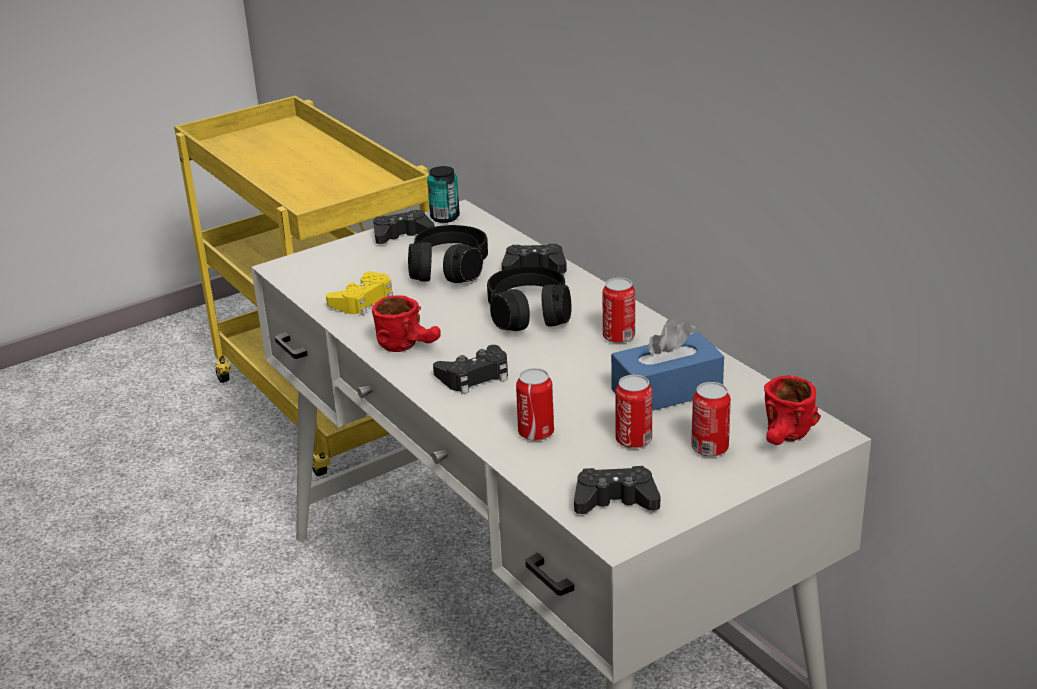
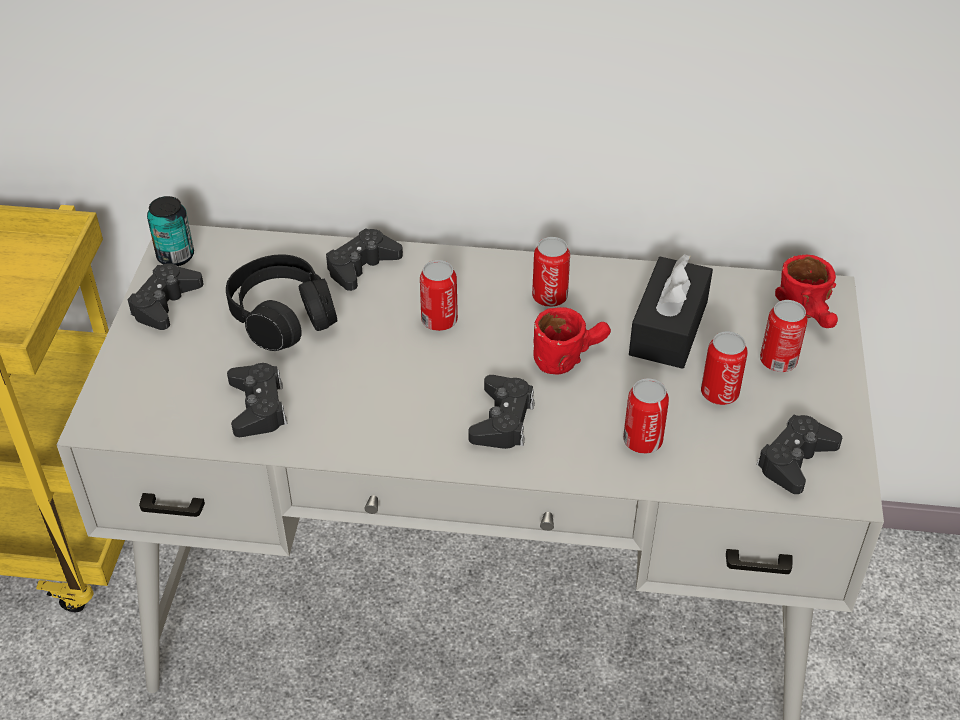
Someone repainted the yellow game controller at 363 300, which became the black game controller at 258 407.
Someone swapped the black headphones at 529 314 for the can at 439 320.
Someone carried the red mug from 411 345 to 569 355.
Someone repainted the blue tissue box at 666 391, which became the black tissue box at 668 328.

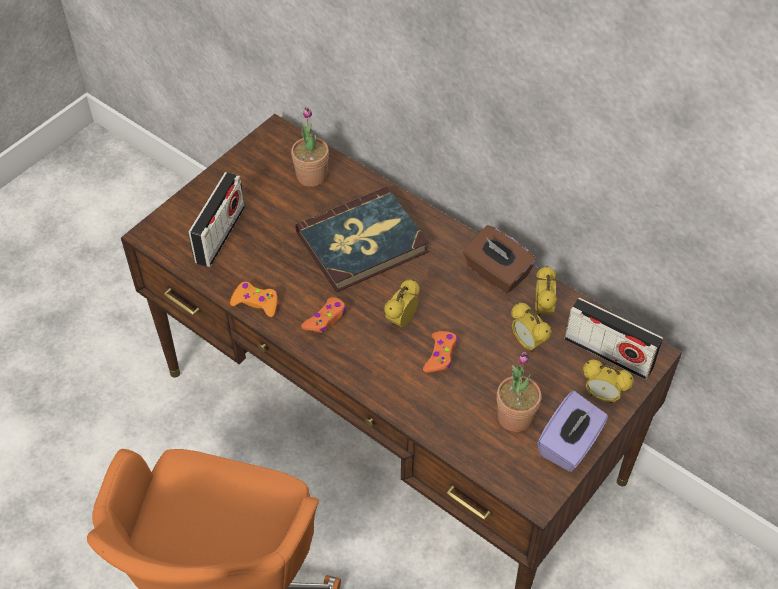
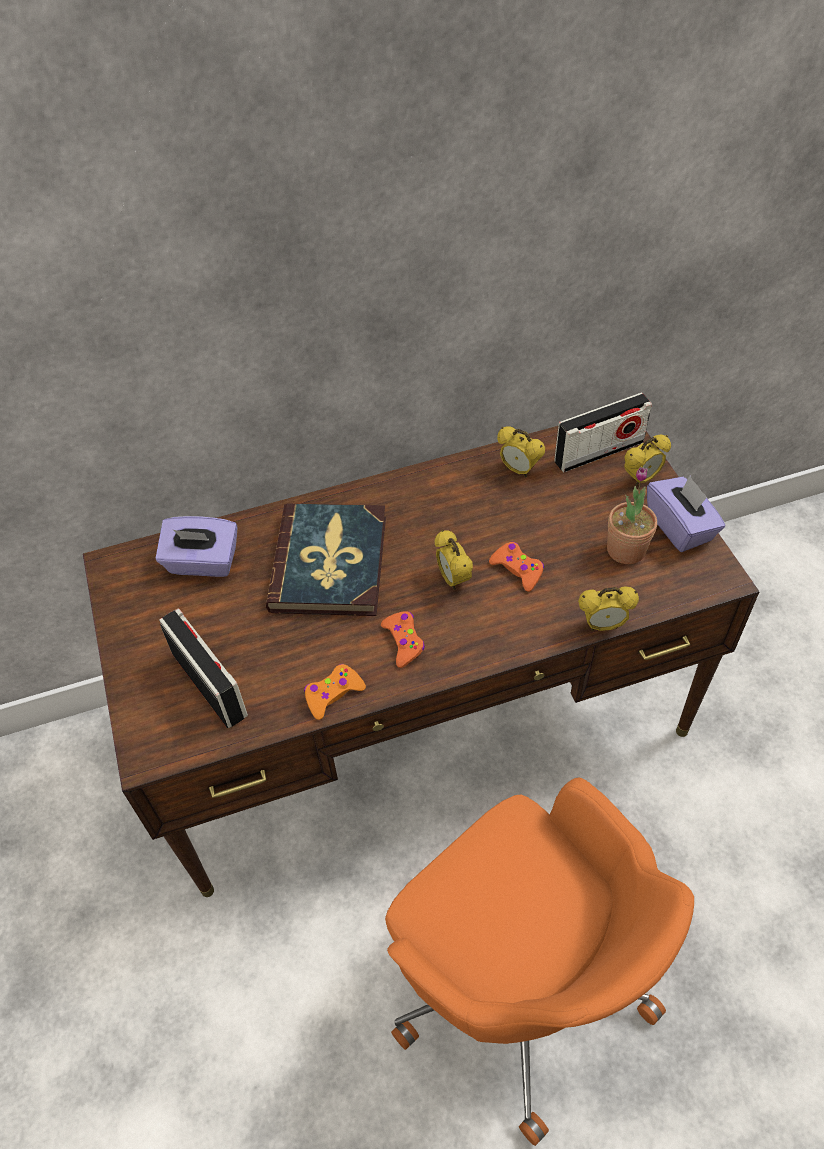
Someone swapped the potted plant at 311 176 for the purple tissue box at 203 563.
Someone carried the alarm clock from 527 343 to 603 625.
Someone took away the brown tissue box at 496 273.

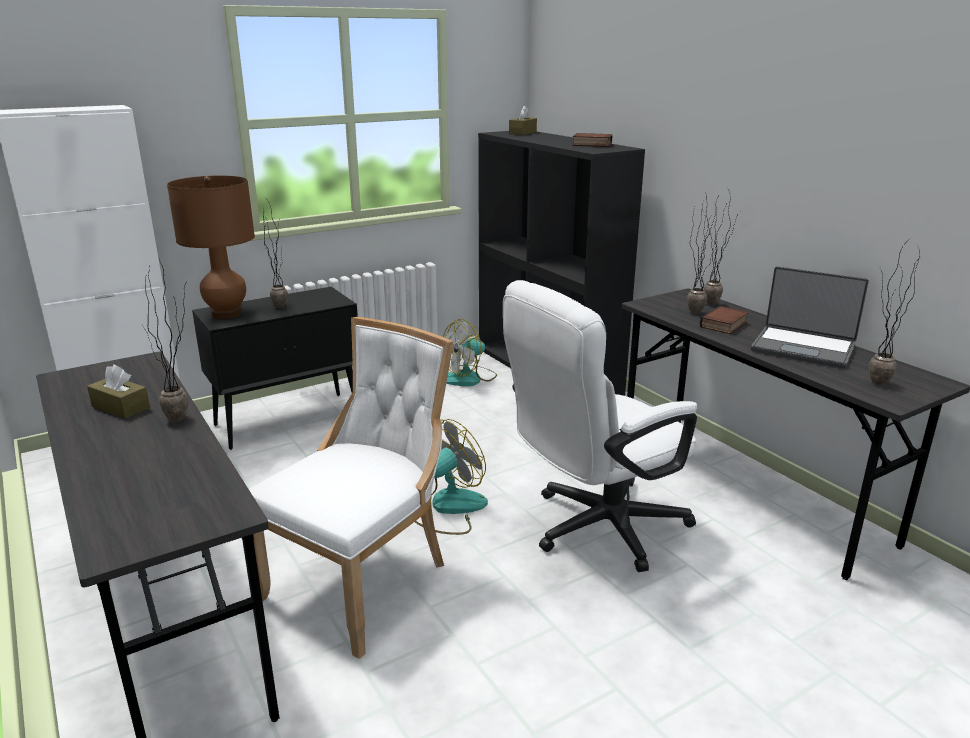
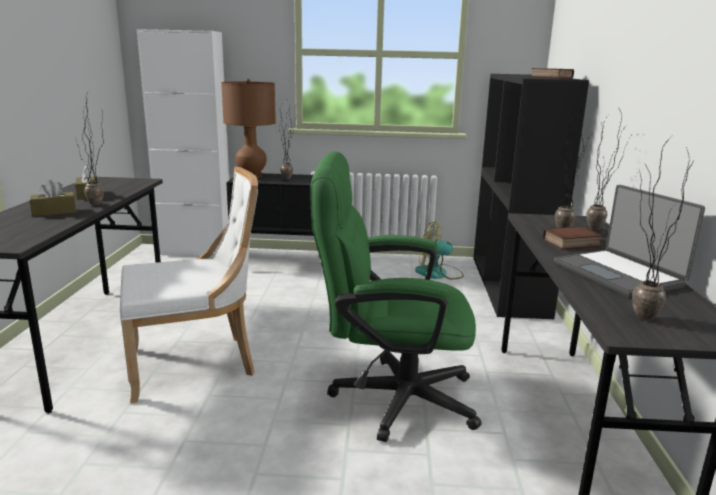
Someone carried the brown tissue box from 522 133 to 54 212.
Someone repainted the white office chair at 595 529, which became the green office chair at 389 397.
Someone took away the fan at 448 508.

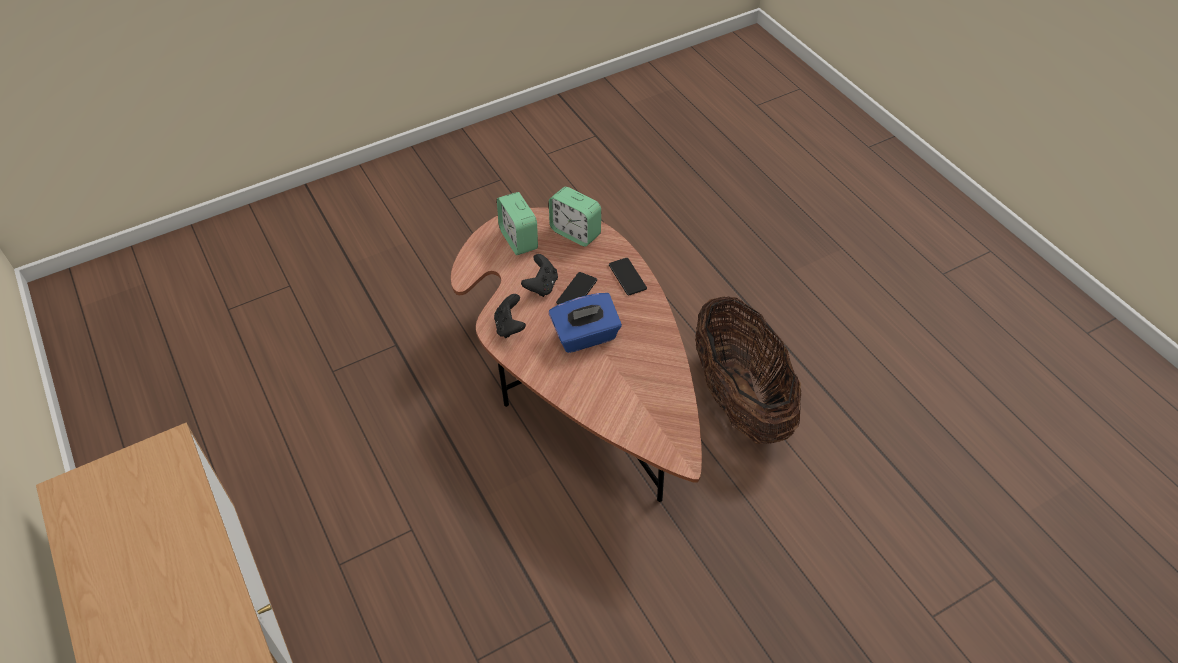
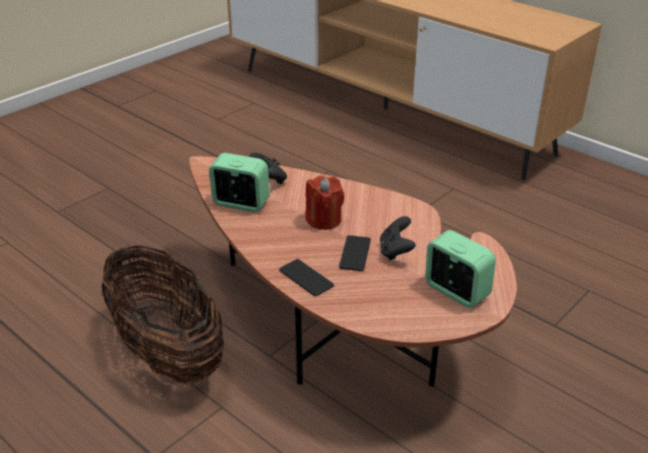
Someone carried the alarm clock from 575 233 to 241 203.
Someone carried the black game controller from 510 327 to 270 180.
Someone swapped the blue tissue box at 586 336 for the red candle at 324 220.

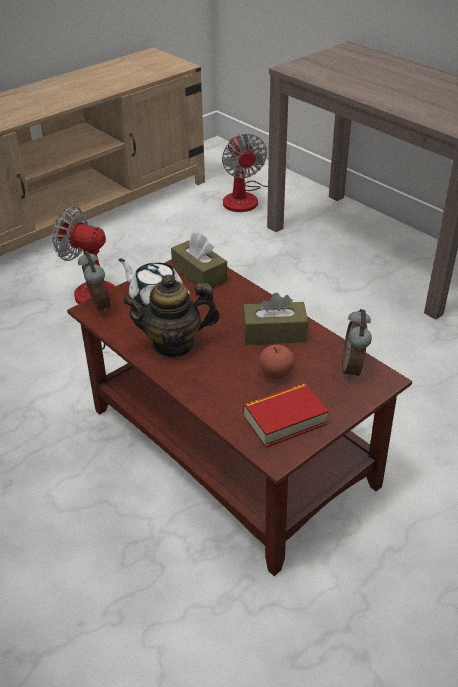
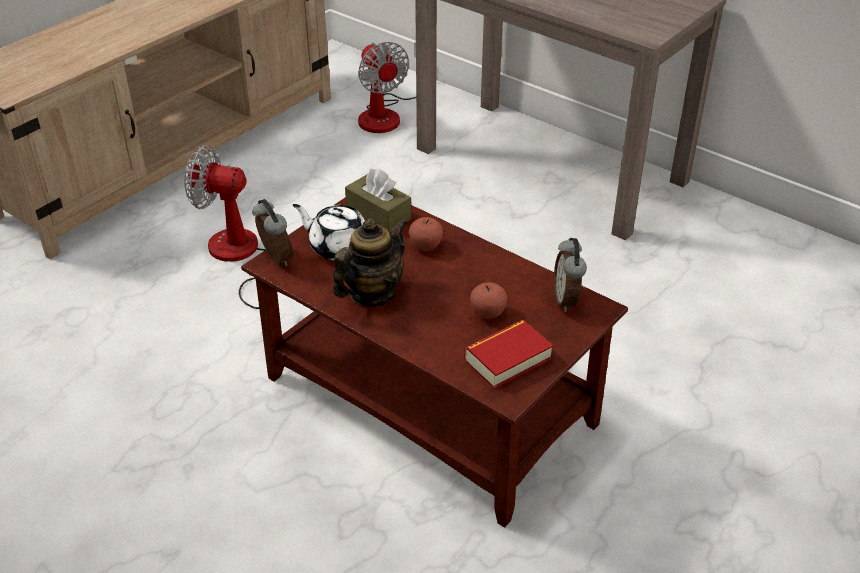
Someone rotated the teapot at 174 345 by 150 degrees clockwise.
Someone put down the apple at 425 246.
Someone took away the brown tissue box at 274 333.

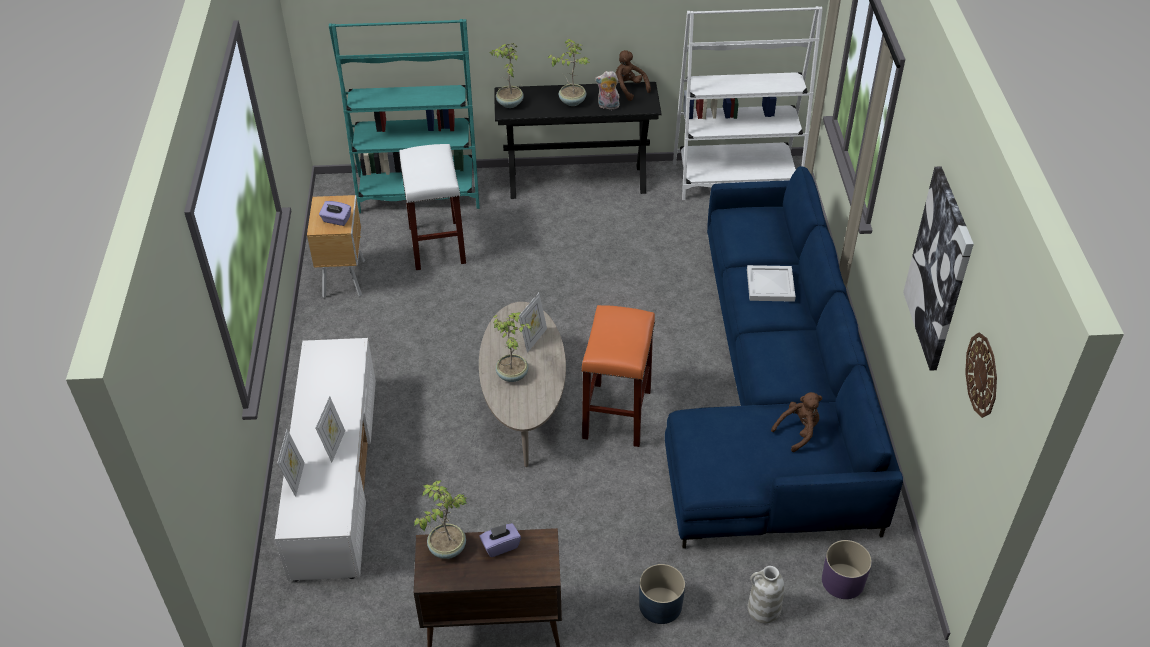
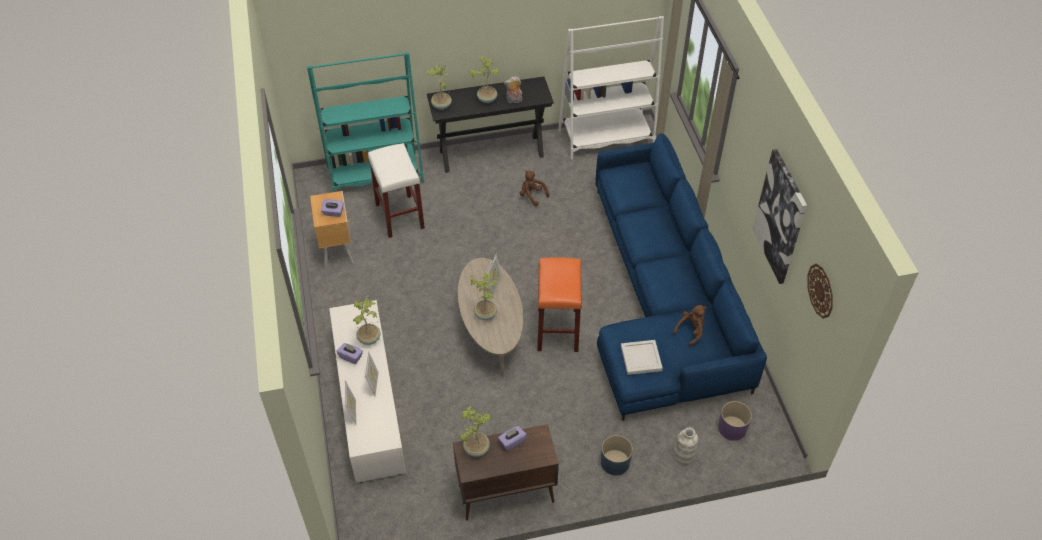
Someone put down the purple tissue box at 351 357.
Someone put down the potted plant at 370 338.
Someone carried the brown plush toy from 627 89 to 532 195.
Someone carried the white tray from 769 286 to 640 359.

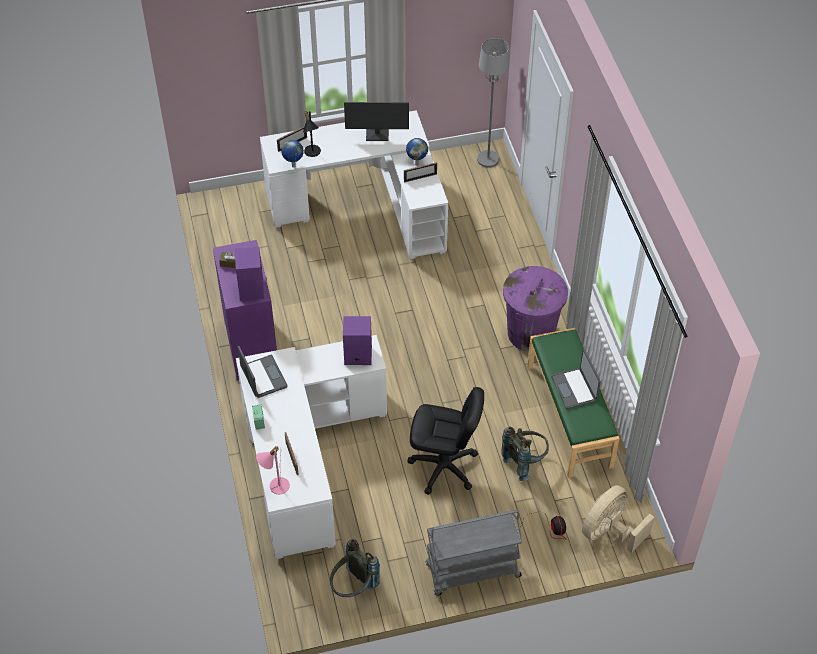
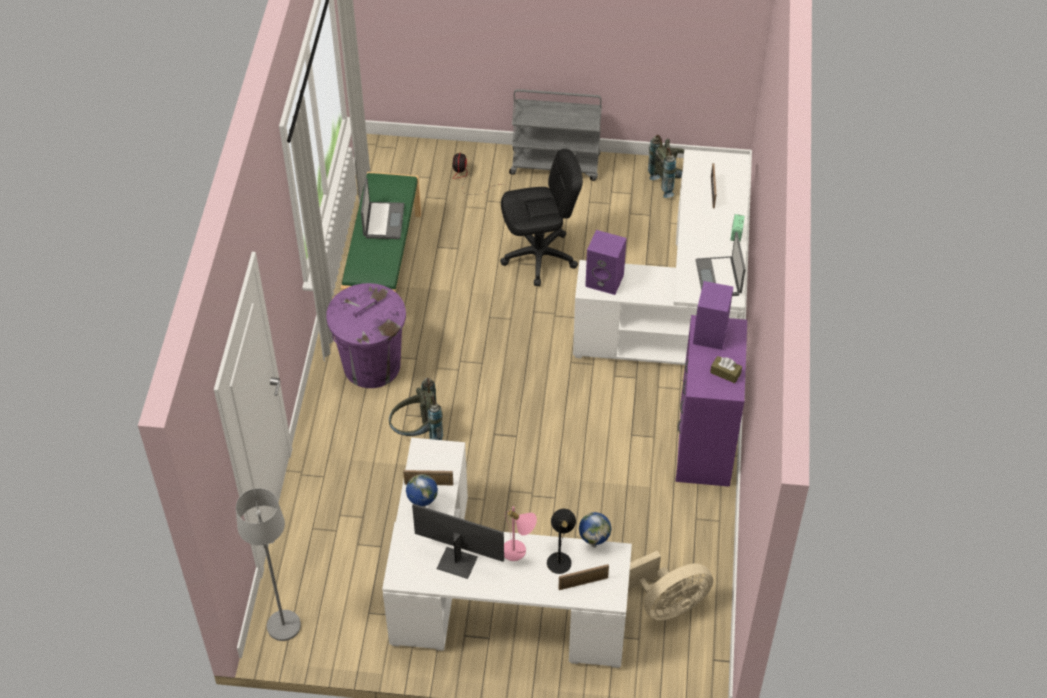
Someone carried the grey backpack from 525 461 to 417 433.
Someone rotated the black office chair at 444 467 by 135 degrees clockwise.
Someone carried the pink table lamp from 275 485 to 518 552.
Someone carried the beige fan from 609 531 to 668 604.

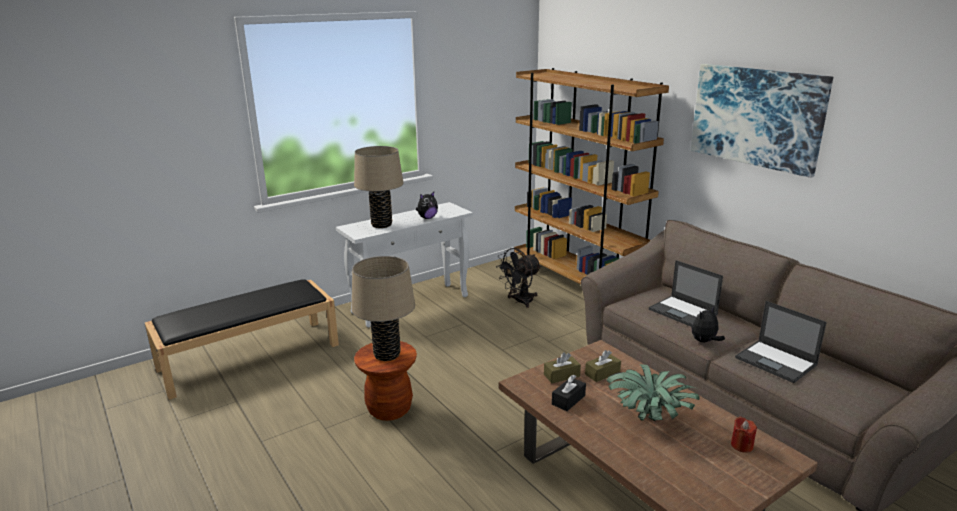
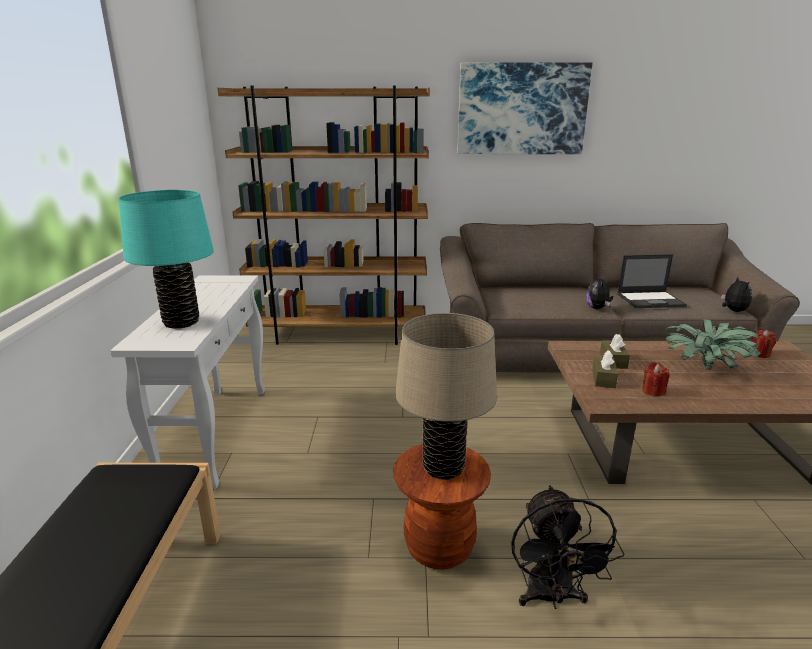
Someone repainted the beige table lamp at 381 225, which became the turquoise table lamp at 181 322.
Someone carried the black fan from 519 301 to 551 597.
Someone swapped the black tissue box at 568 400 for the red candle at 653 391.
Someone carried the plush toy from 427 218 to 733 310.
Someone took away the laptop at 683 312.

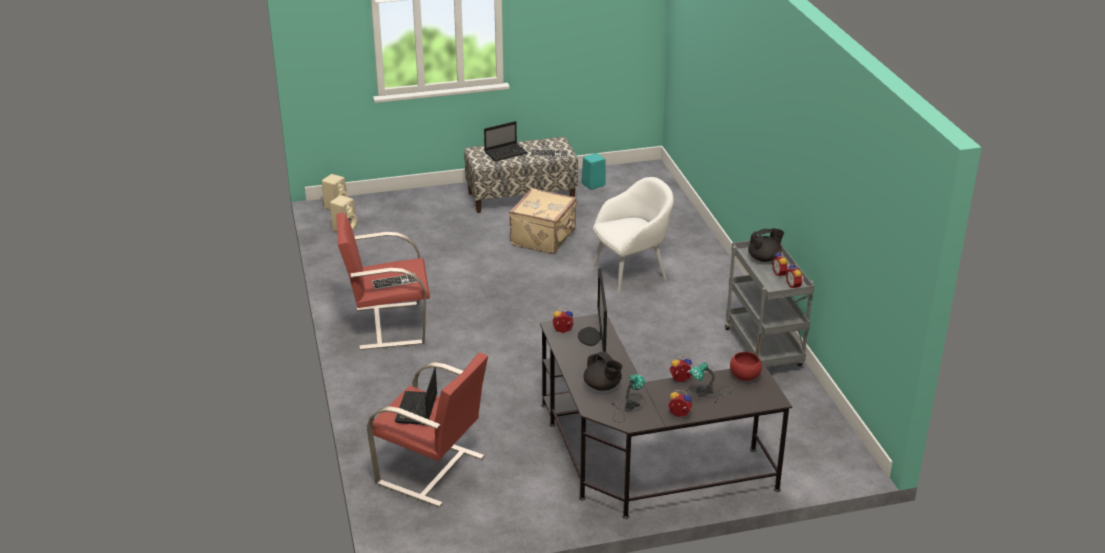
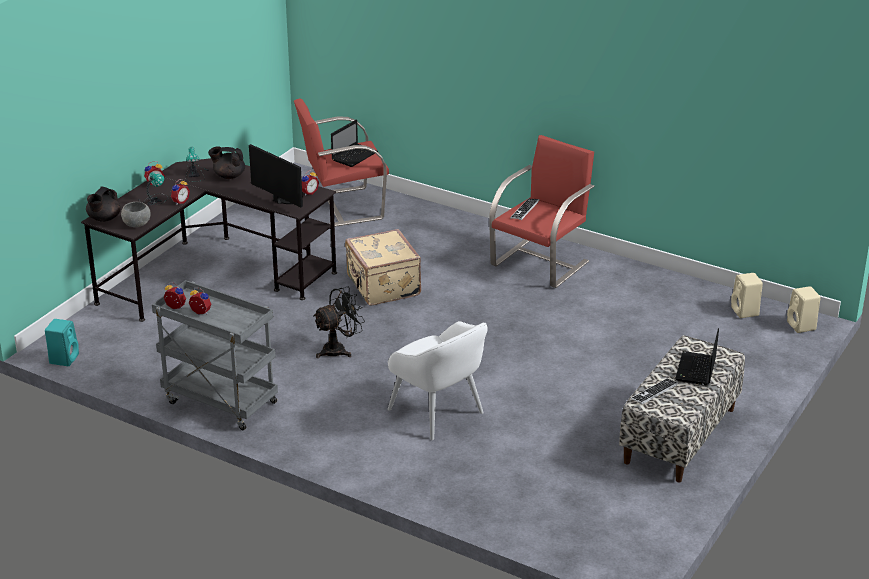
Someone carried the turquoise speaker from 593 185 to 64 358.
Someone carried the black teapot from 764 258 to 104 218.
Someone repainted the red bowl at 744 376, which became the grey bowl at 137 224.
Someone put down the black fan at 339 349.
Someone rotated the laptop at 417 409 by 75 degrees clockwise.
Someone carried the beige suitcase from 544 238 to 382 286.
Someone rotated the white armchair at 631 271 by 60 degrees counterclockwise.

